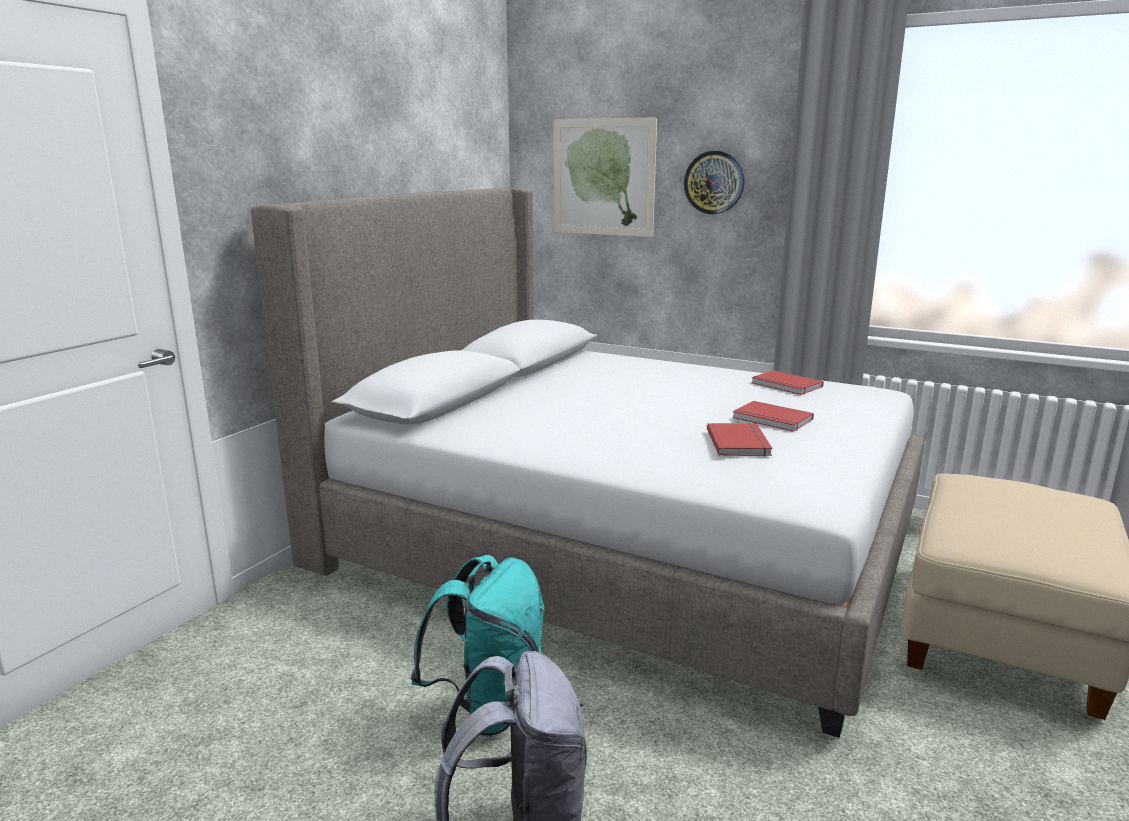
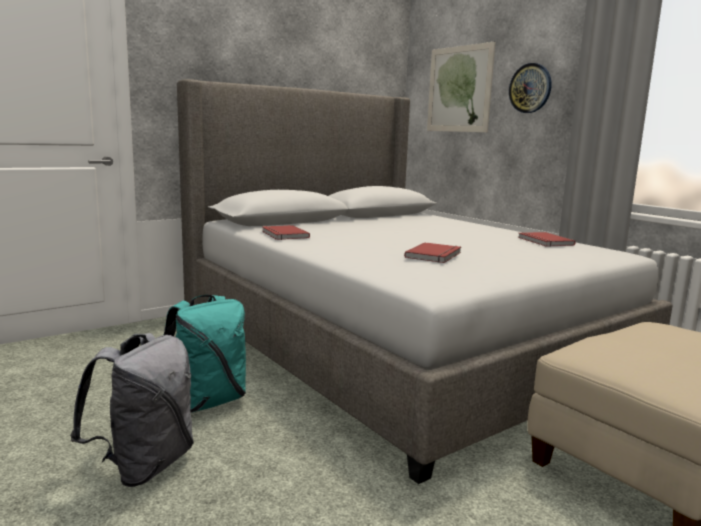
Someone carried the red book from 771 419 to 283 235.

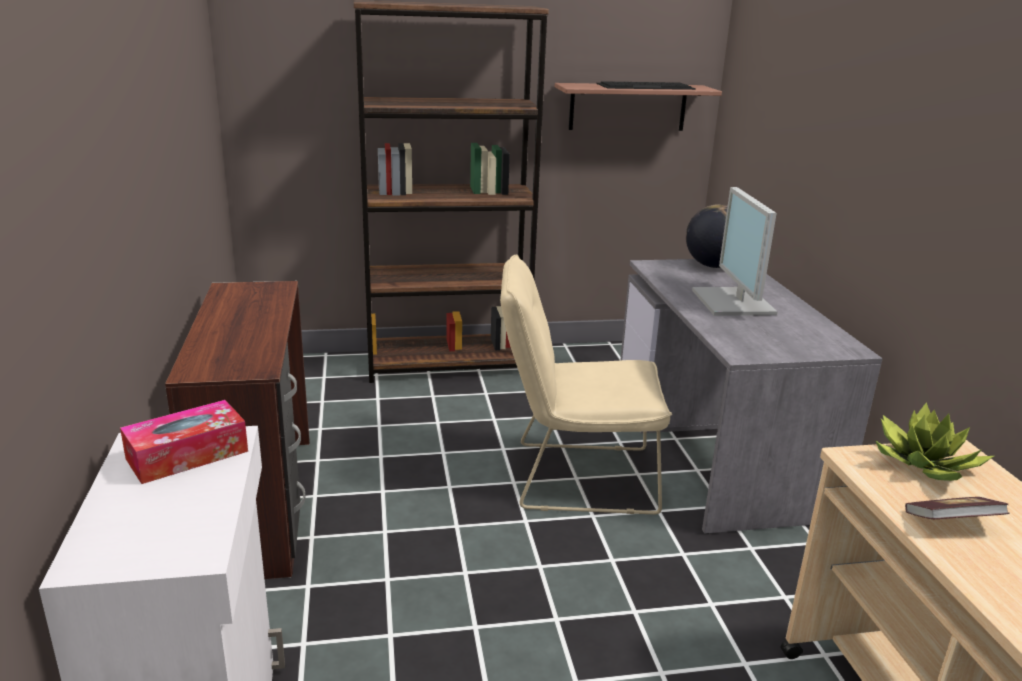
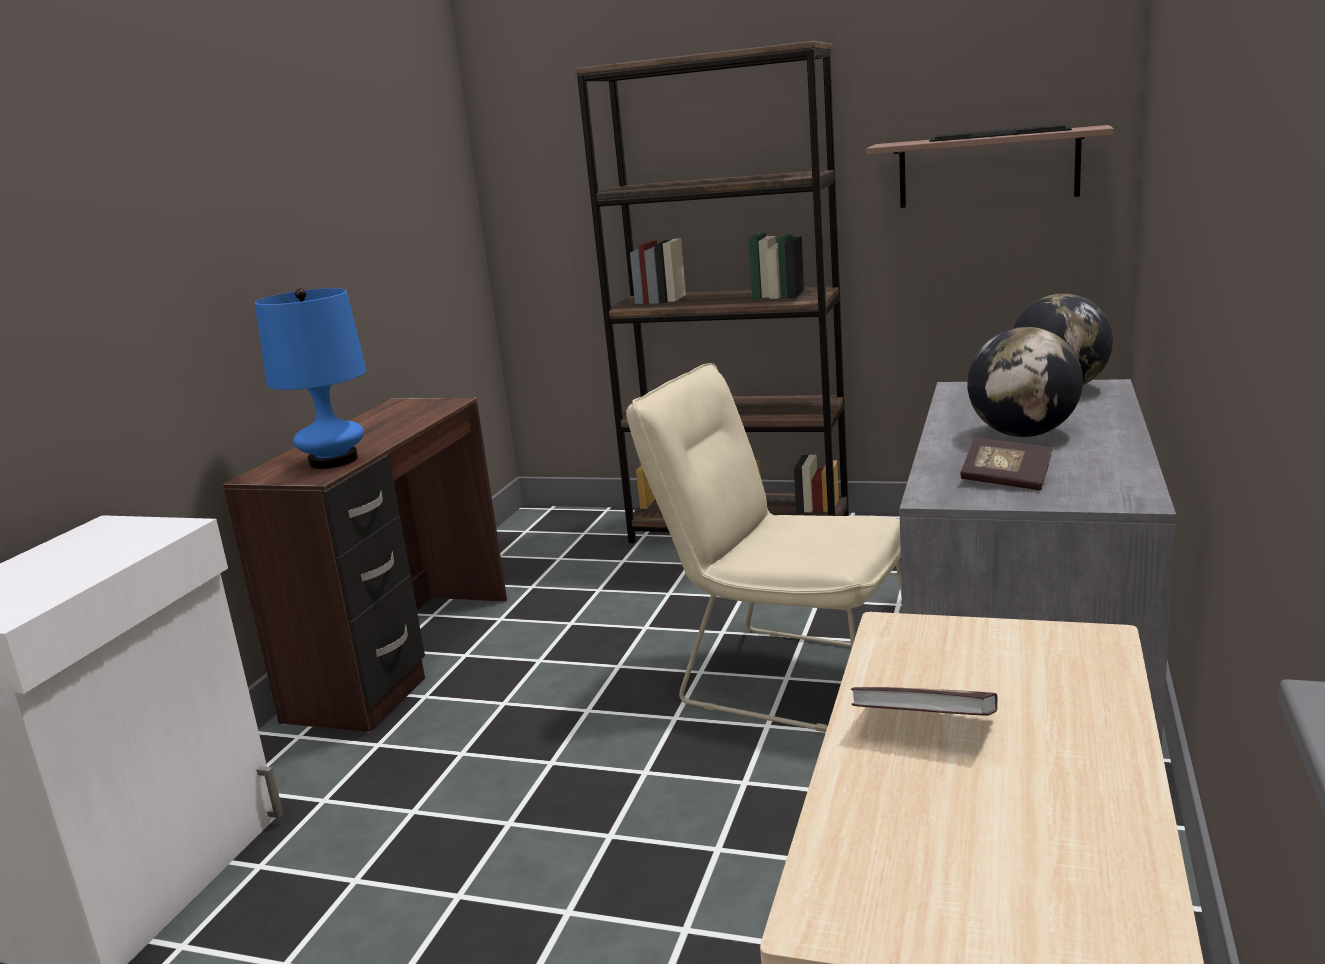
Someone put down the blue table lamp at 333 461.
Someone put down the book at 1005 481.
Someone swapped the monitor at 734 303 for the globe at 1023 434.
Someone took away the tissue box at 187 455.
Someone took away the potted plant at 924 464.

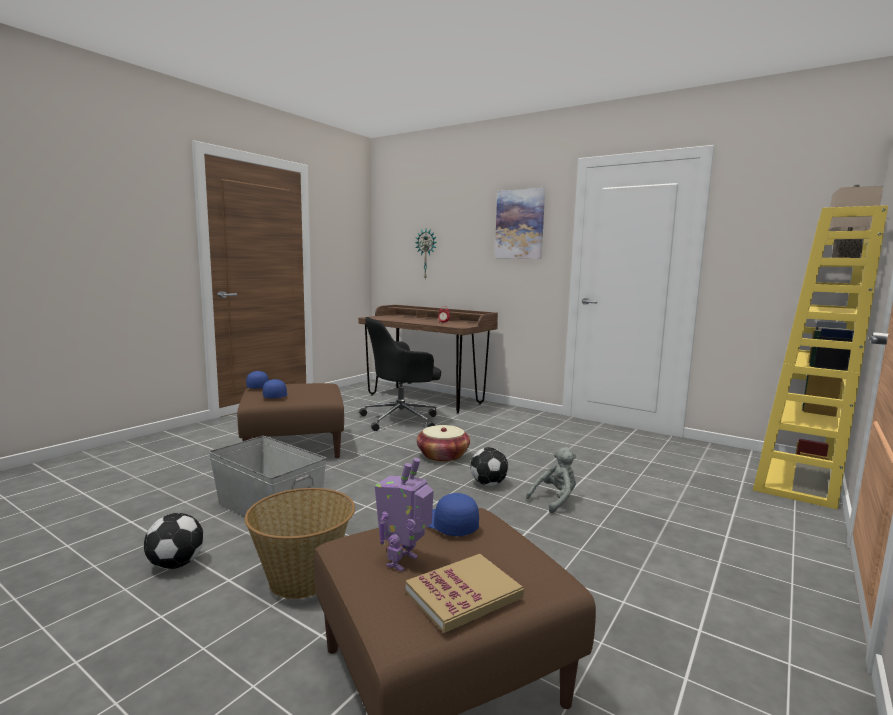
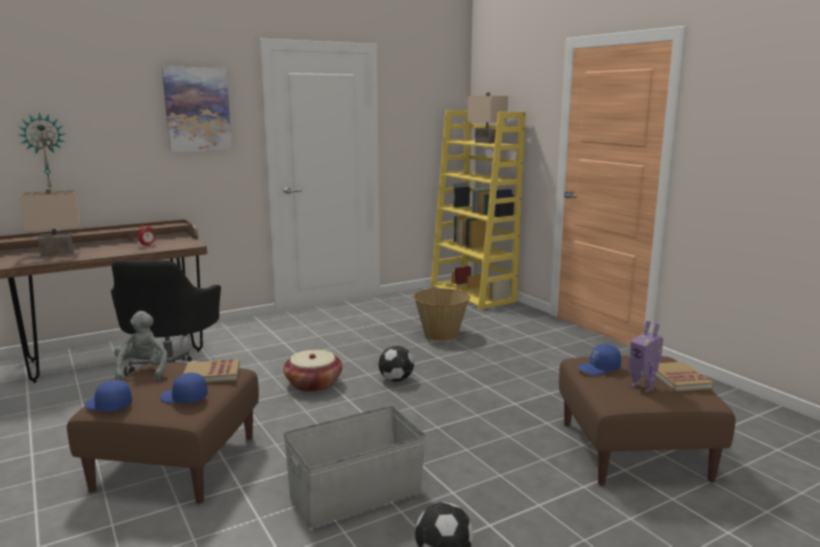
Someone put down the beige table lamp at 58 253.
Someone carried the grey plush toy from 555 500 to 143 372.
Someone put down the book at 212 374.
Someone carried the basket from 303 578 to 441 334.

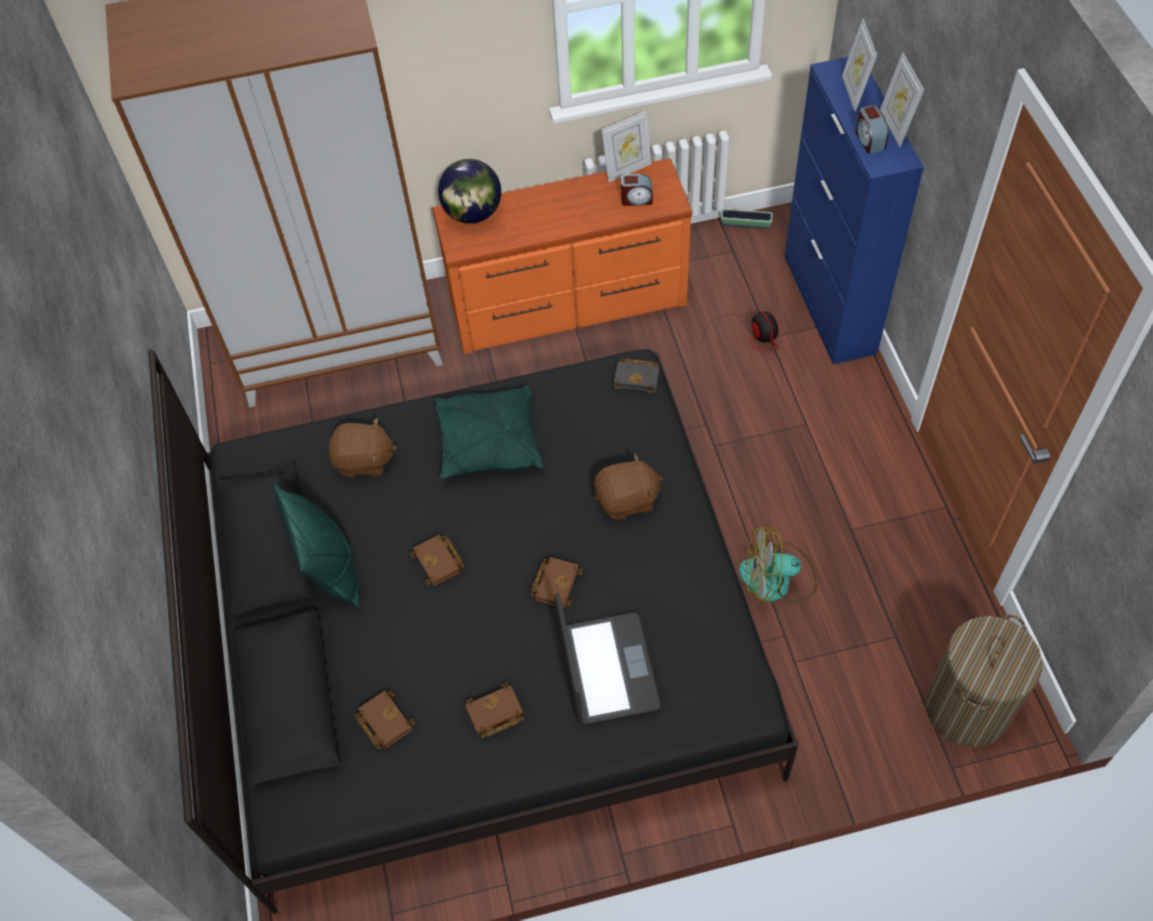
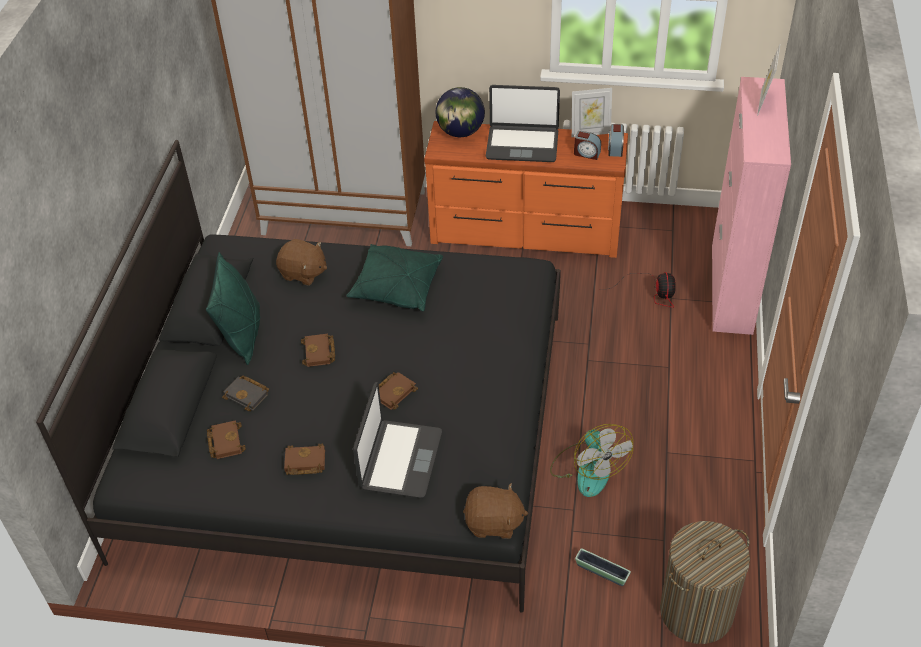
Someone carried the black book from 638 377 to 248 395.
Someone carried the brown plush toy from 627 500 to 494 523.
Someone put down the laptop at 522 144.
Someone rotated the fan at 777 580 by 135 degrees counterclockwise.
Someone carried the planter from 745 224 to 601 572.
Someone carried the alarm clock from 869 140 to 615 148.
Someone repainted the blue cabinet at 829 305, which became the pink cabinet at 731 289.
Someone took away the picture frame at 895 127.

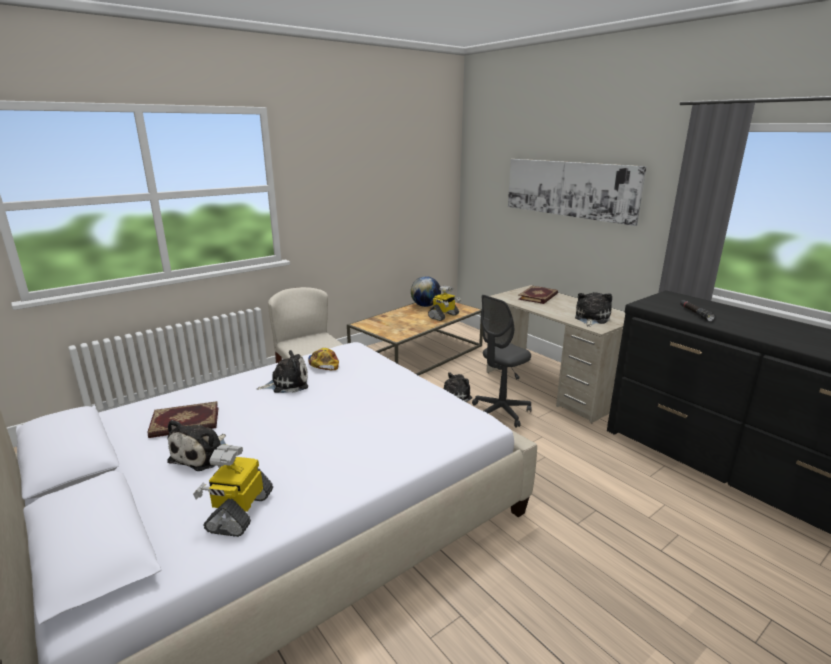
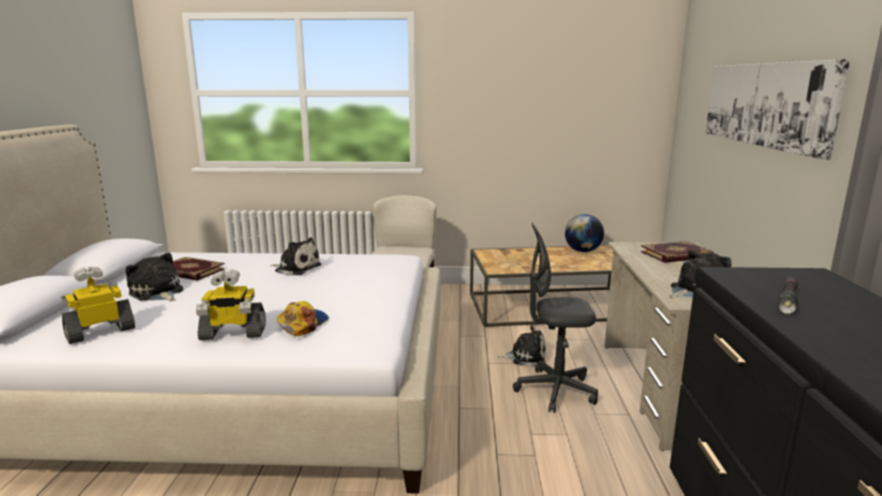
Someone rotated the plush toy at 202 455 by 75 degrees clockwise.
Someone carried the toy robot from 444 316 to 232 333.
Someone carried the cap from 323 364 to 302 324.

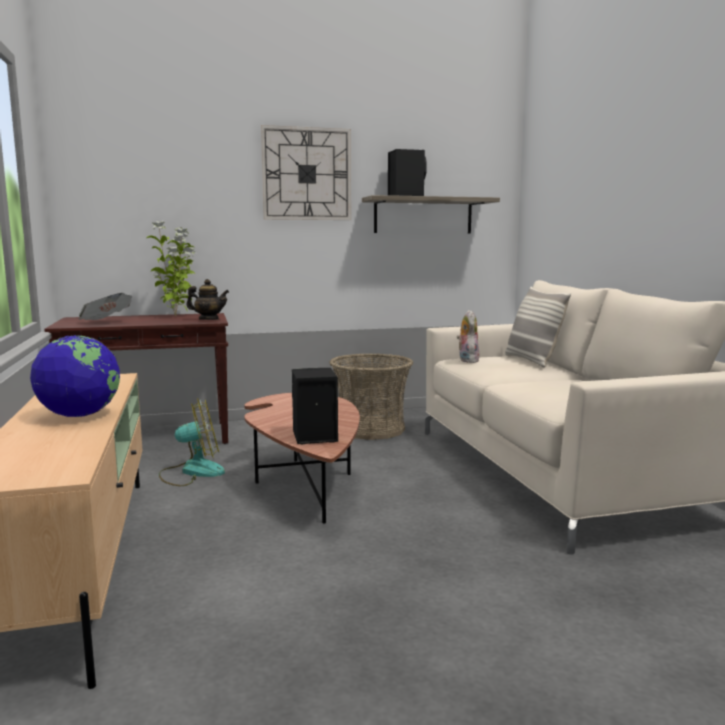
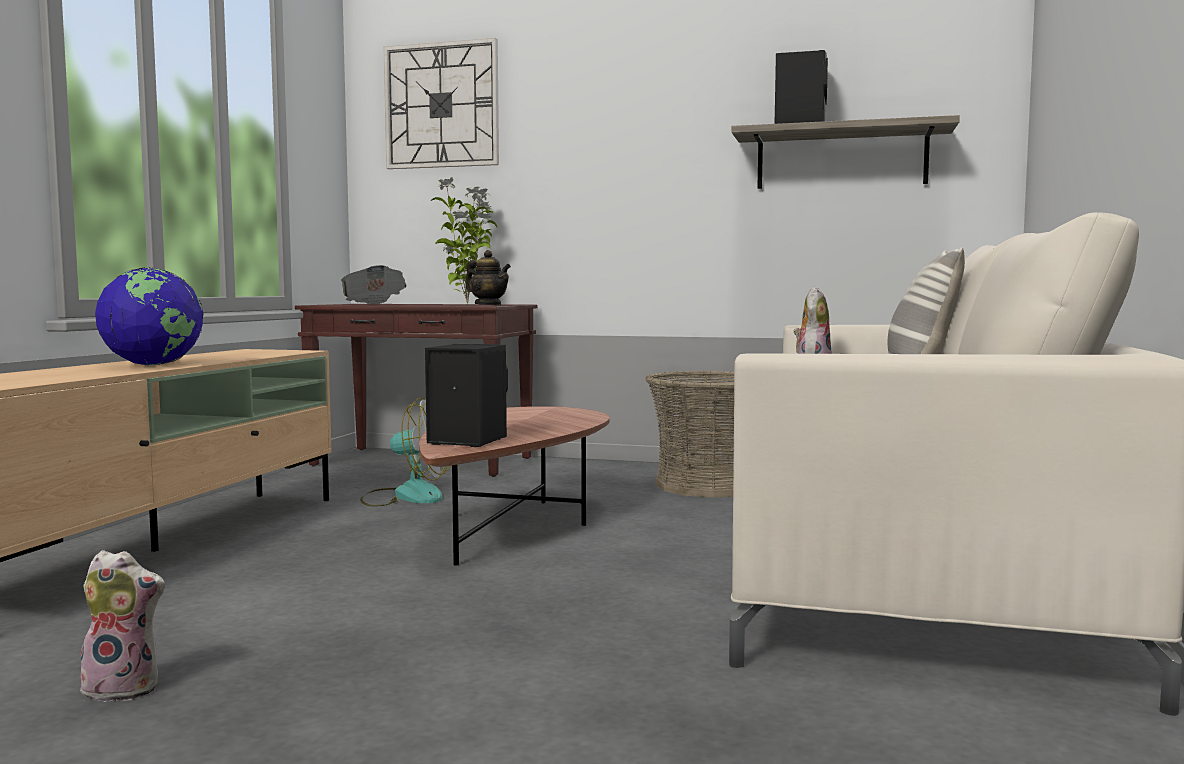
Someone put down the plush toy at 126 688.
Someone carried the wall clock from 306 174 to 441 105.

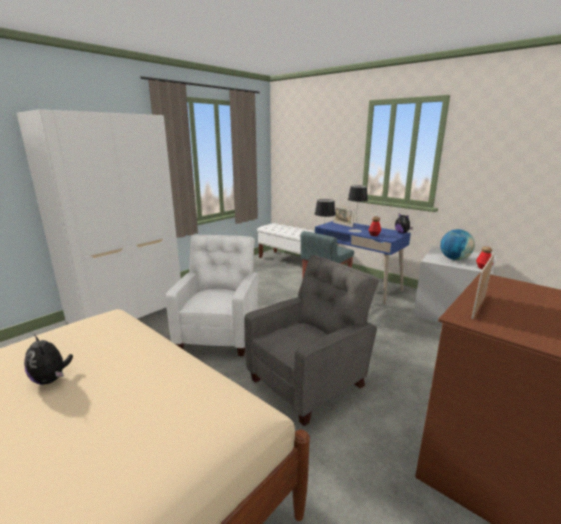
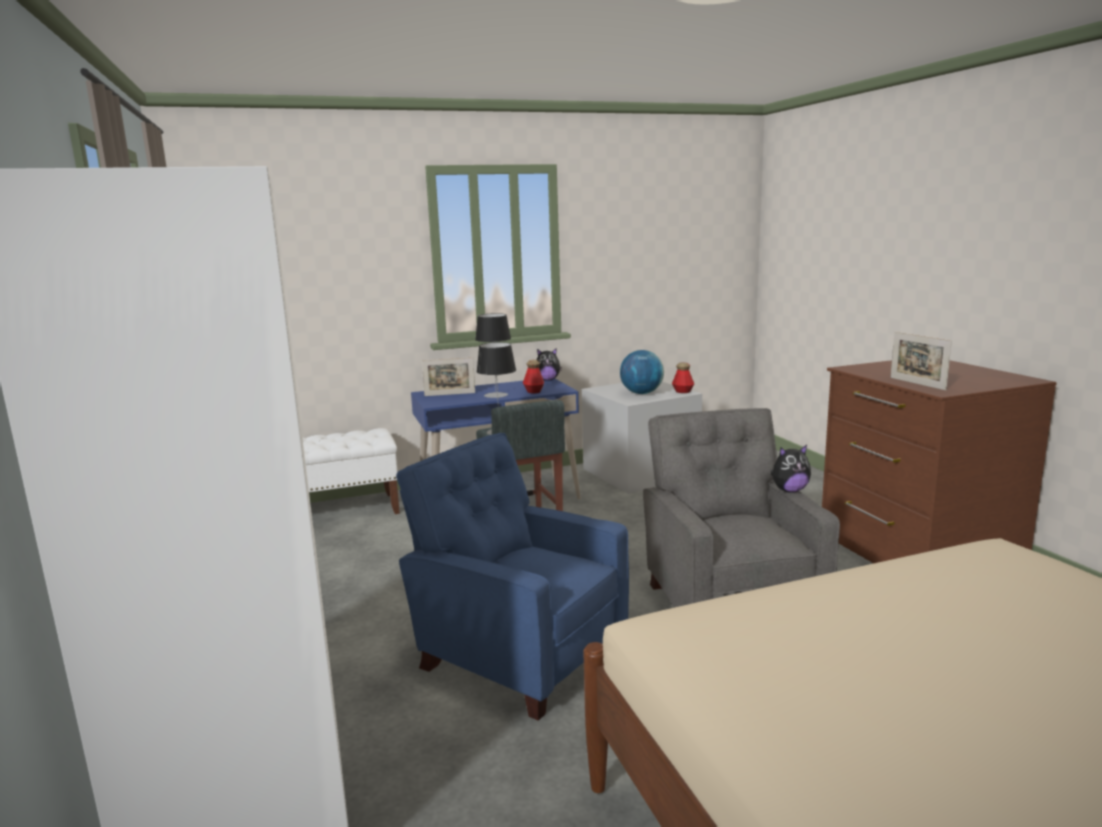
Someone repainted the white armchair at 220 333, which became the blue armchair at 518 655.
Someone carried the plush toy from 51 379 to 789 490.

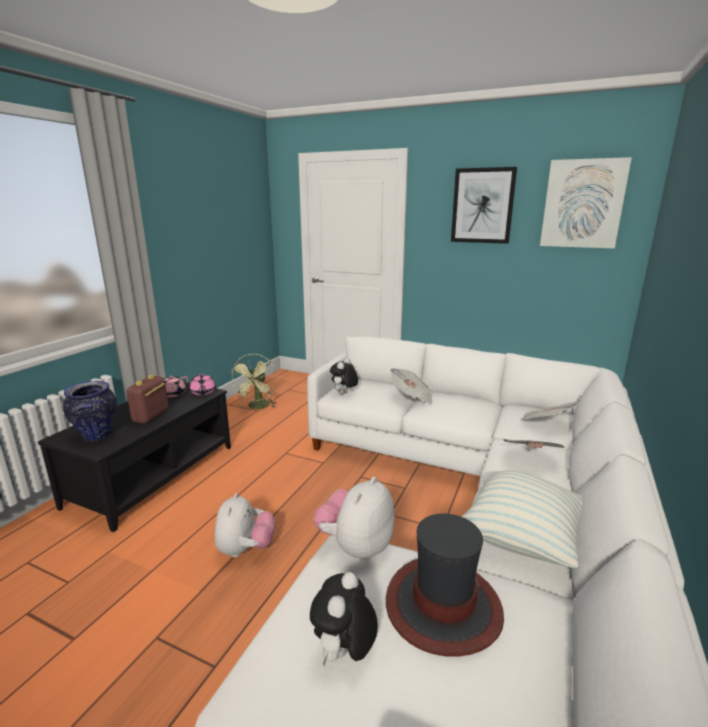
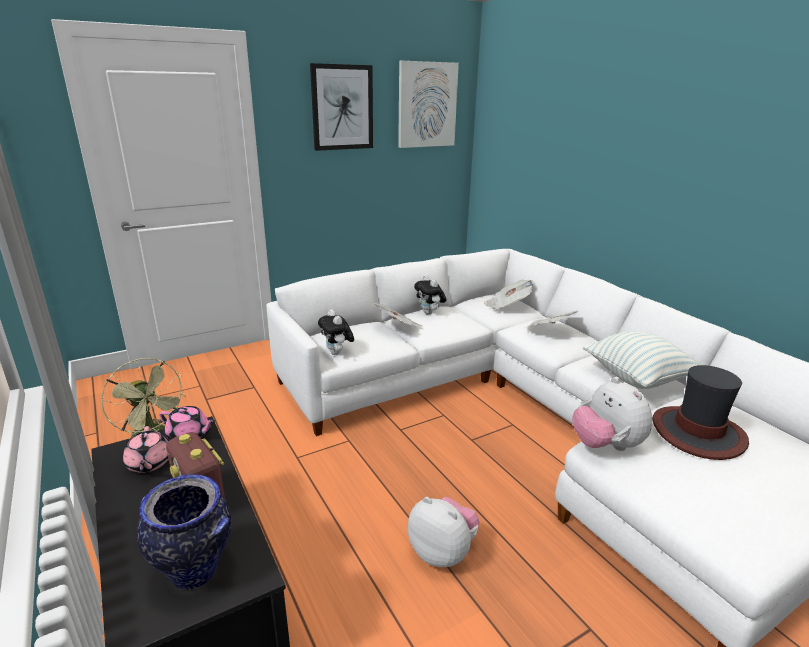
Someone carried the plush toy from 344 653 to 429 313.

